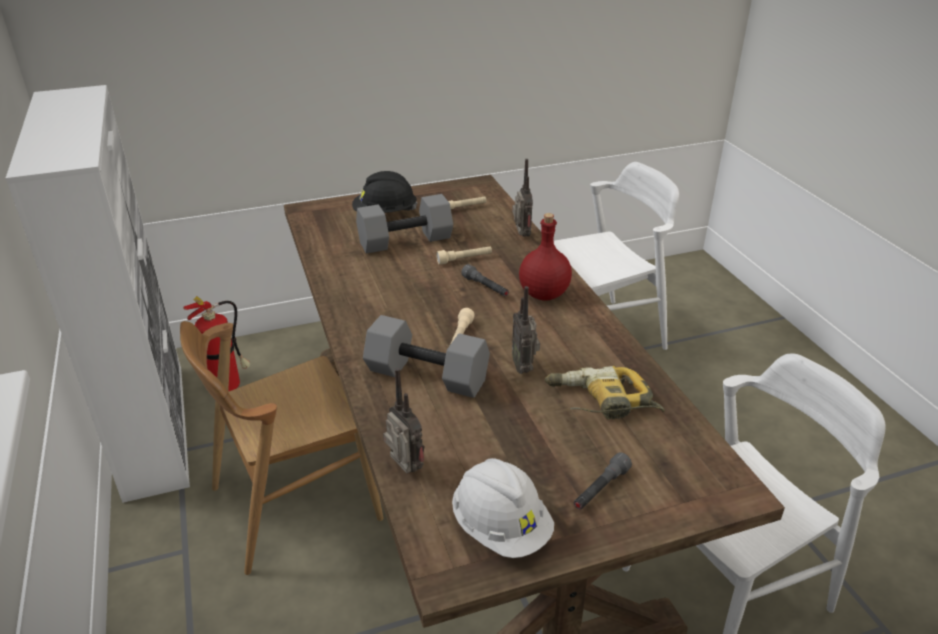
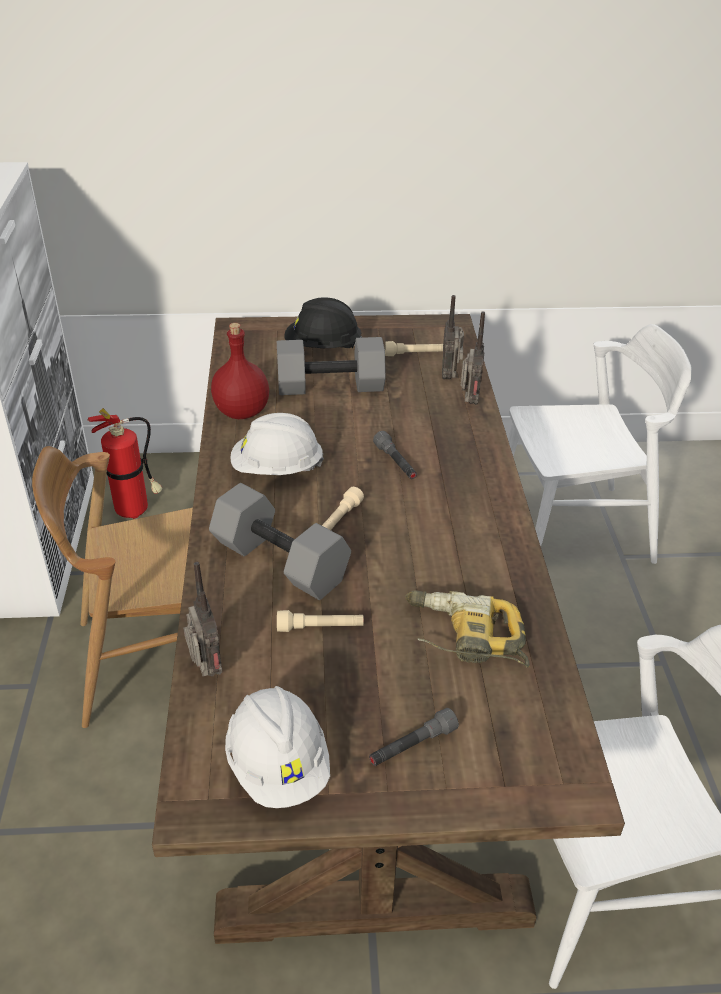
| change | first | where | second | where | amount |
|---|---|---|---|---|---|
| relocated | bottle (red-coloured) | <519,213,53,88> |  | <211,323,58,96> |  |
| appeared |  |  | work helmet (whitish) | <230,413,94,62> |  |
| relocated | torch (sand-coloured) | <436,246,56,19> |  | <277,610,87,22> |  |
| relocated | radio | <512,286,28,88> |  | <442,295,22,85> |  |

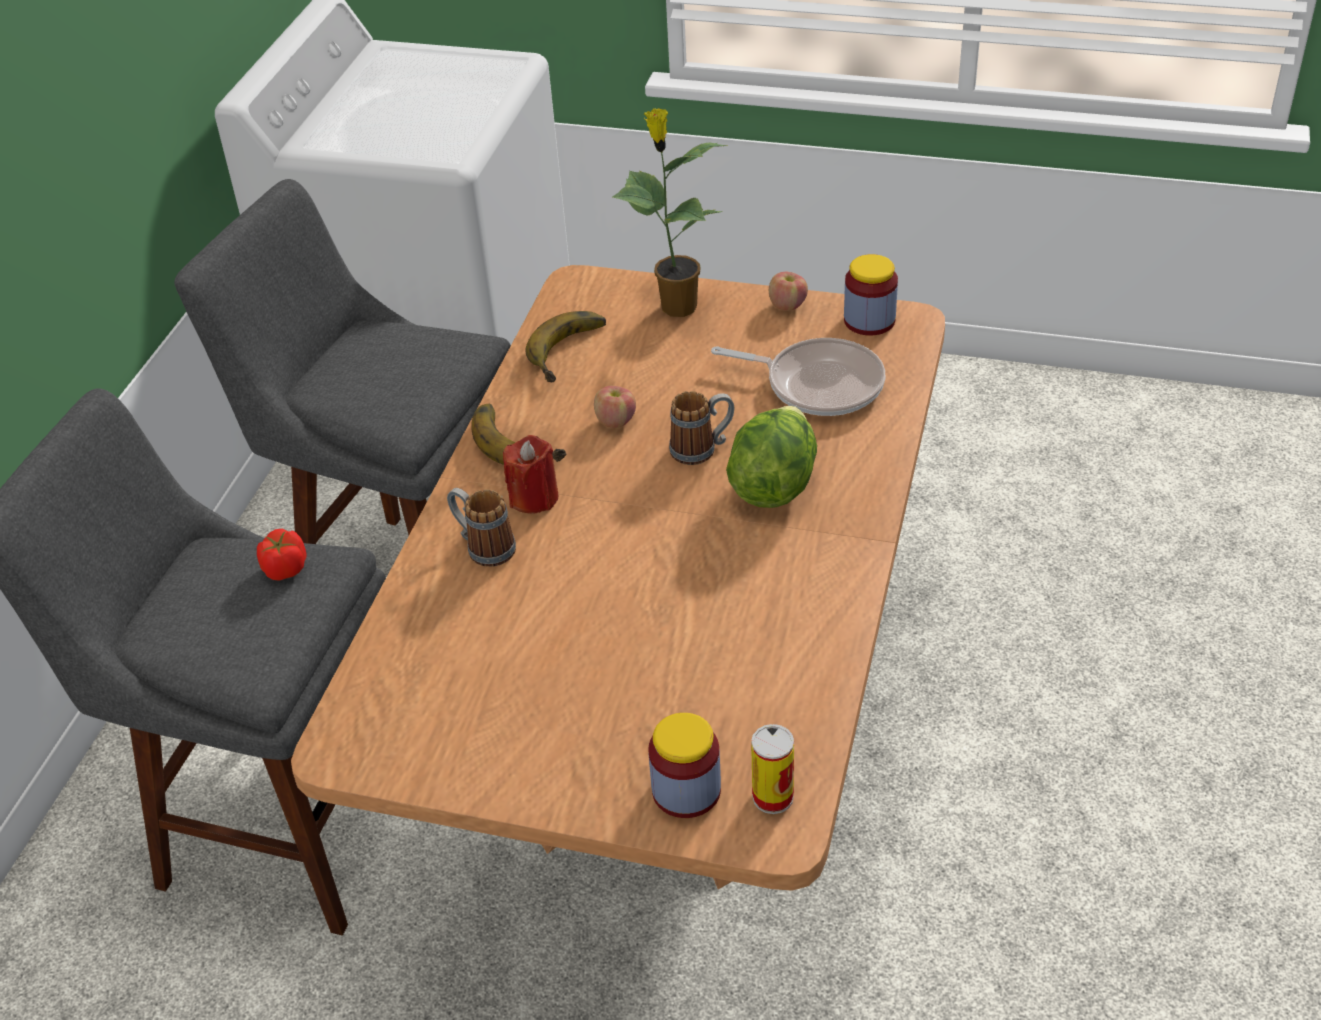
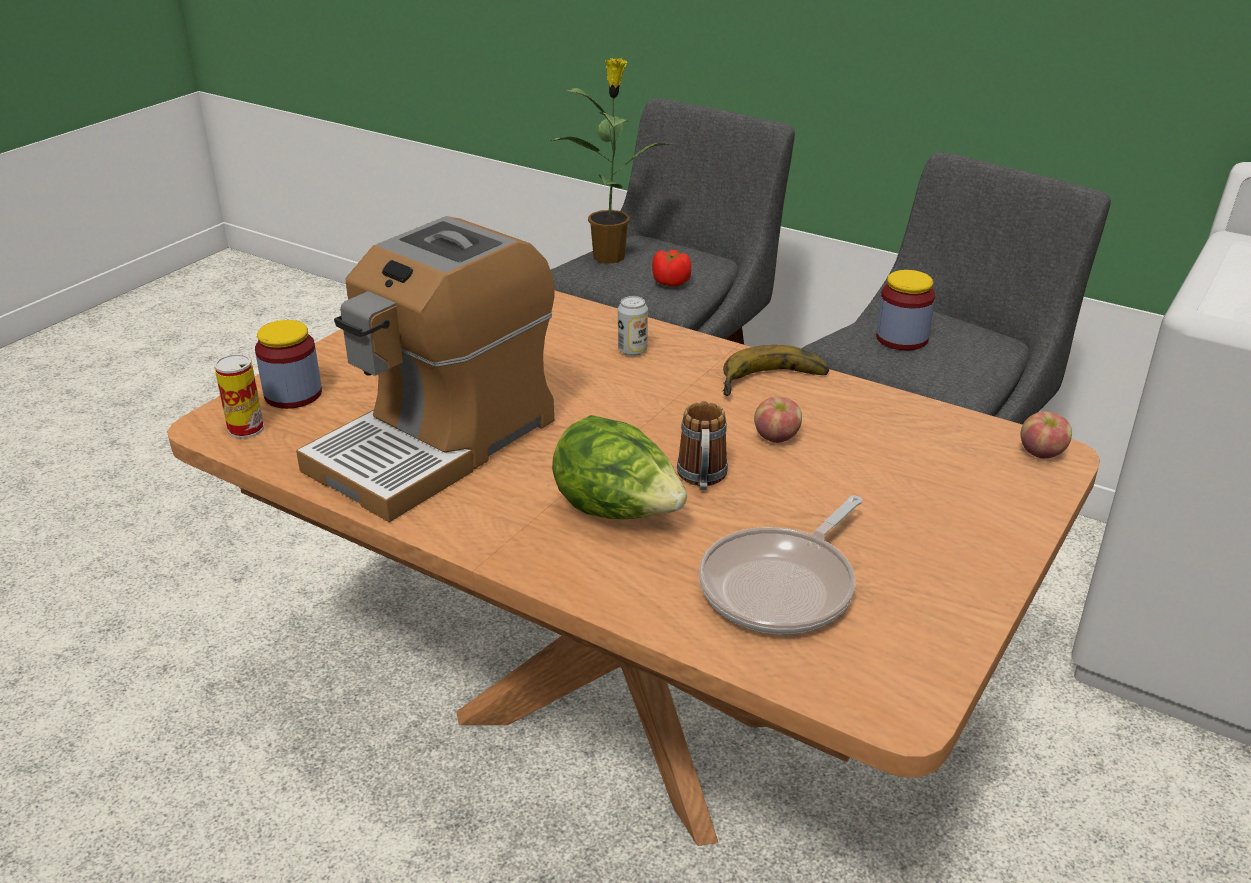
| change | first | where | second | where | amount |
|---|---|---|---|---|---|
| appeared |  |  | coffee maker | <296,216,259,306> |  |
| relocated | houseplant | <612,108,116,209> |  | <549,58,122,206> |  |
| exchanged | tea mug | <447,488,69,79> | metal can | <618,296,30,60> |  |
| relocated | jar | <844,254,54,82> |  | <876,270,59,80> |  |
| relocated | apple | <769,272,39,39> |  | <1021,412,51,47> |  |
| missing | candle (red-coloured) | <503,435,55,79> |  |  |  |
| missing | banana fruit | <525,311,81,71> |  |  |  |

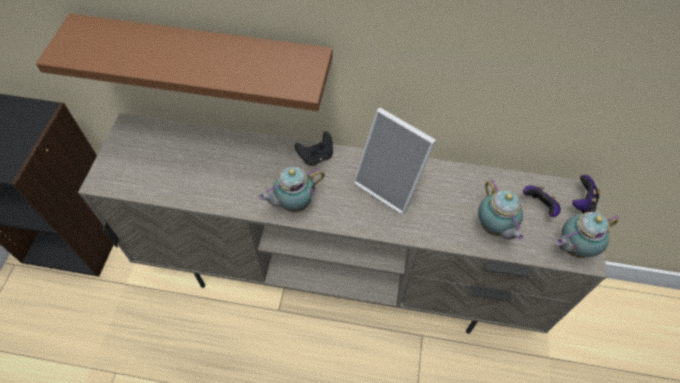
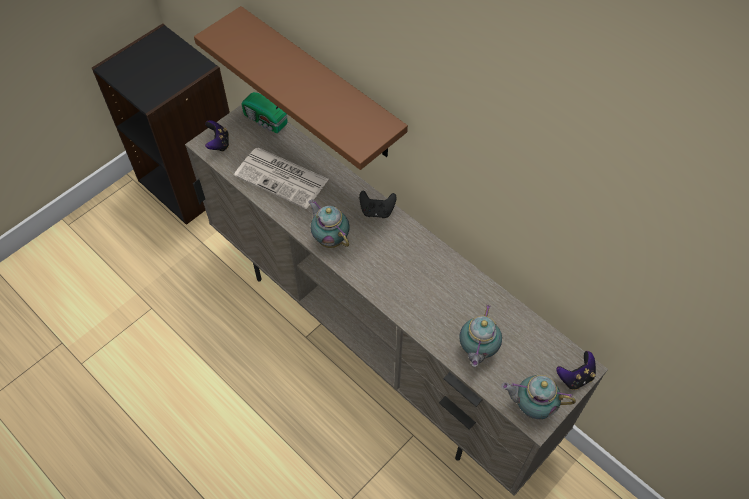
| change | first | where | second | where | amount |
|---|---|---|---|---|---|
| relocated | gamepad | <523,185,38,32> |  | <205,120,24,32> |  |
| appeared |  |  | daily paper | <234,148,95,61> |  |
| appeared |  |  | radio | <241,92,47,41> |  |
| spun | tea pot | <258,167,67,45> |  | <308,200,42,48> | 45 degrees clockwise |
| missing | standing frame | <353,108,83,107> |  |  |  |

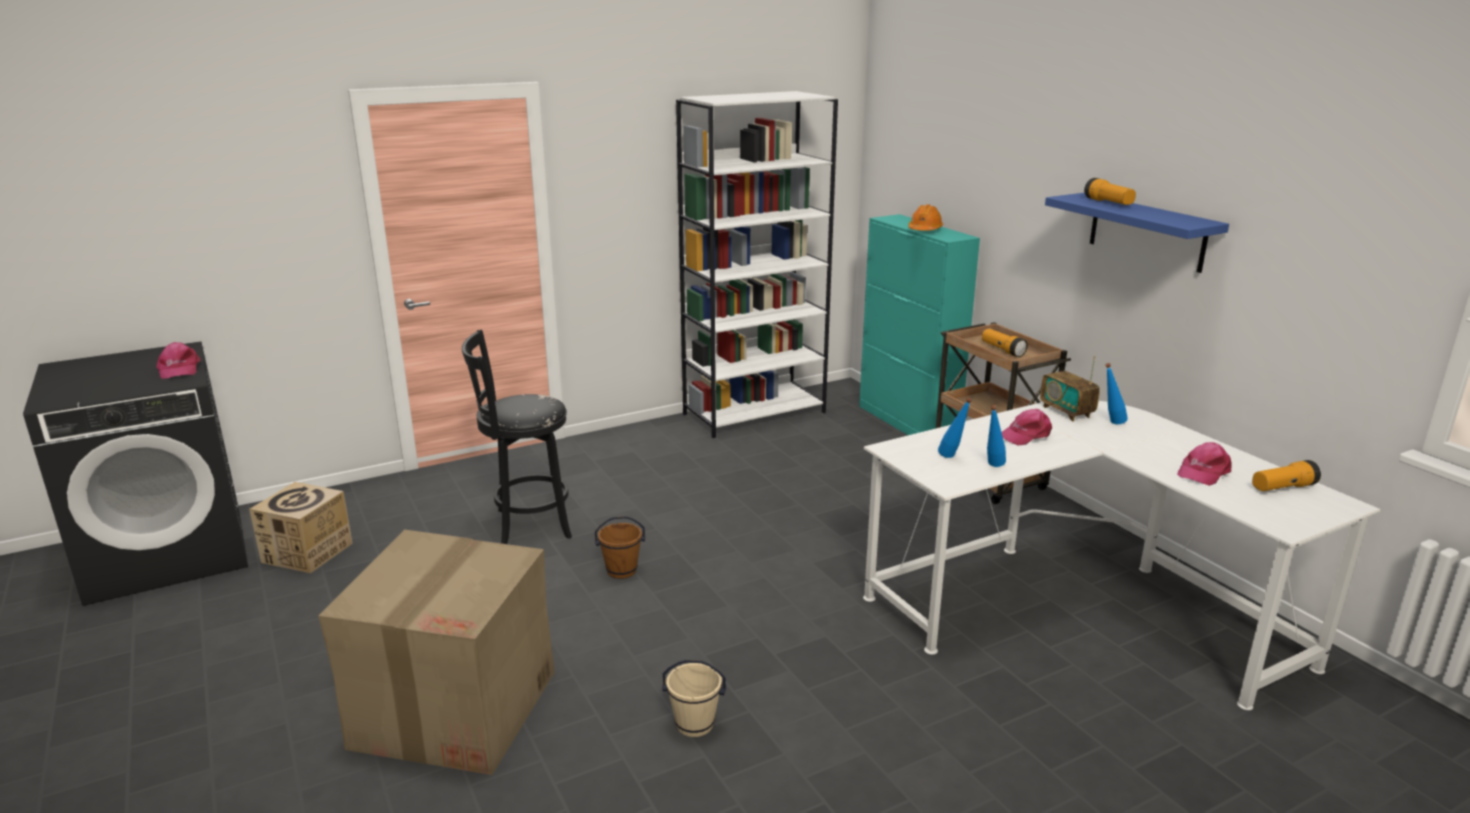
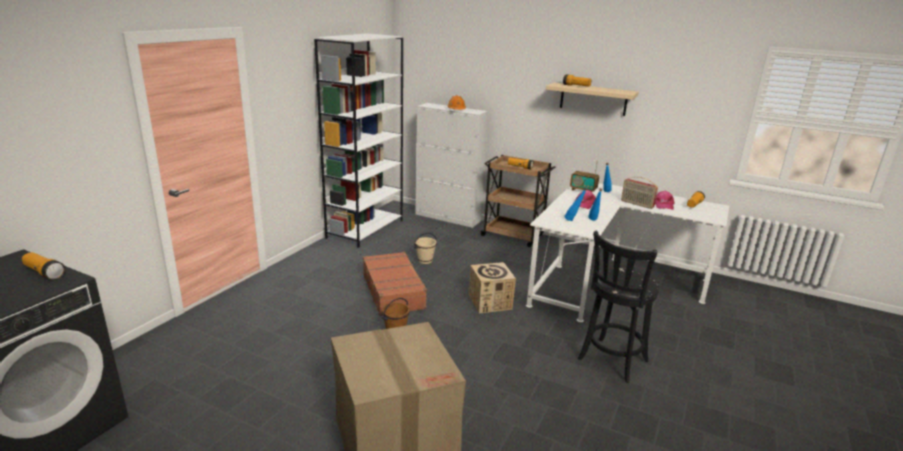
| change | first | where | second | where | amount |
|---|---|---|---|---|---|
| exchanged | peaked cap (pink-coloured) | <156,342,45,37> | torch | <22,252,43,28> |  |
| appeared |  |  | piece of luggage (brownish) | <363,252,65,64> |  |
| relocated | pail (sand-coloured) | <662,660,64,77> |  | <414,233,23,31> |  |
| colour | cupboard (turquoise) | <859,214,121,221> | cupboard (whitish) | <415,103,73,125> |  |
| relocated | cardboard box | <249,482,104,91> |  | <469,262,47,52> |  |
| colour | shelf (blue) | <1045,193,184,80> | shelf (sand-coloured) | <546,83,93,33> |  |
| relocated | stool (black-coloured) | <462,329,110,215> |  | <578,231,81,152> |  |
| appeared |  |  | radio | <621,177,37,32> |  |

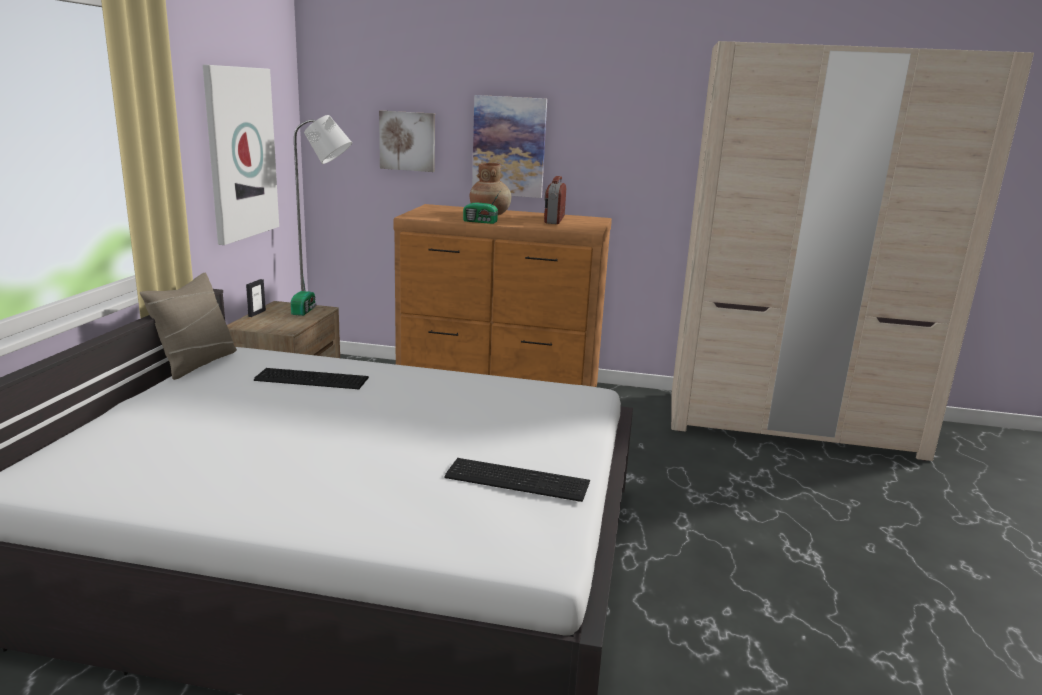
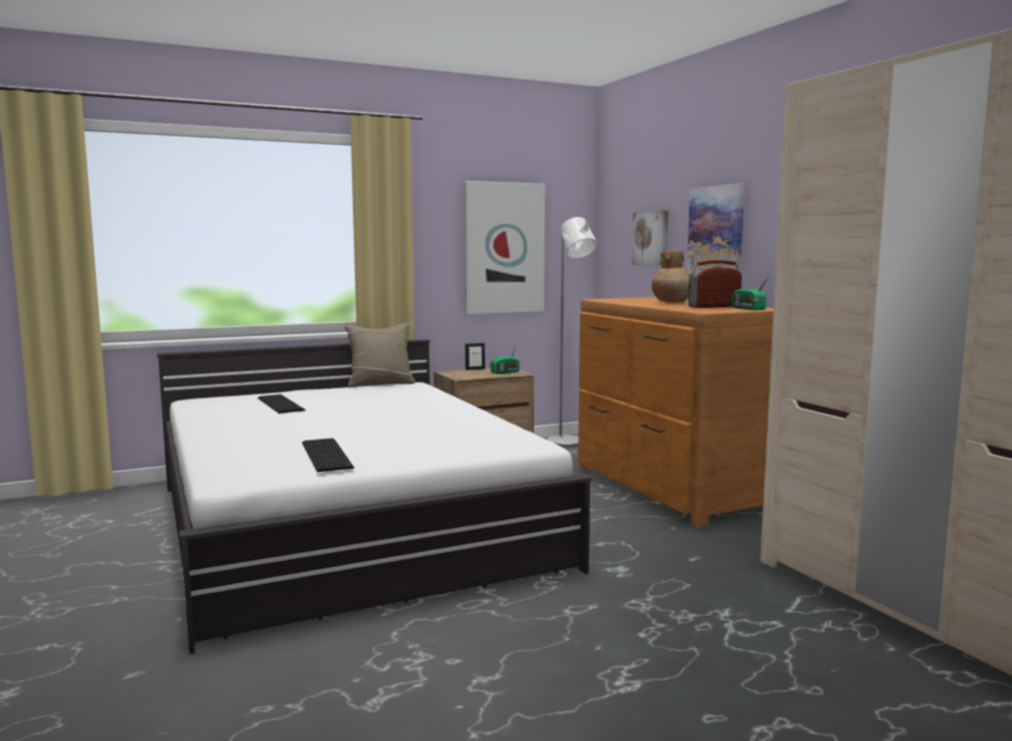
| change | first | where | second | where | amount |
|---|---|---|---|---|---|
| relocated | PC keyboard | <254,368,115,21> |  | <258,394,47,19> |  |
| relocated | radio | <463,190,38,34> |  | <732,274,38,36> |  |

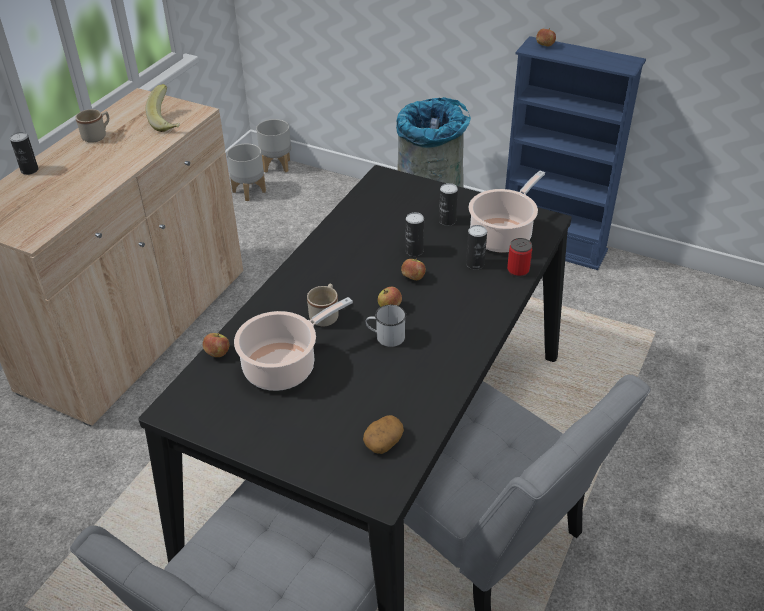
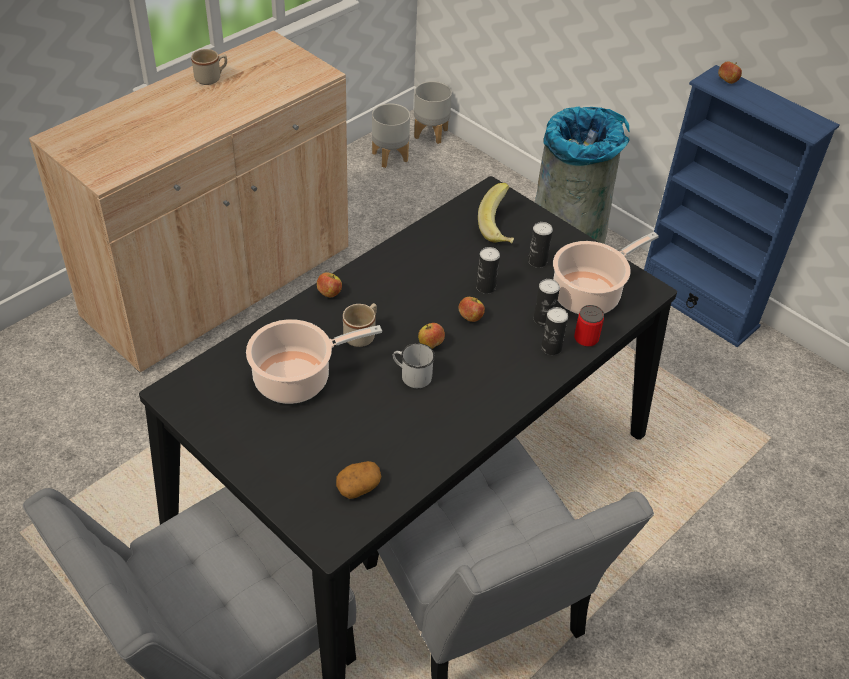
| change | first | where | second | where | amount |
|---|---|---|---|---|---|
| relocated | apple | <203,333,26,24> |  | <317,273,25,24> |  |
| relocated | banana fruit | <146,84,34,48> |  | <478,183,36,61> |  |
| relocated | metal can | <10,132,28,43> |  | <541,307,27,48> |  |

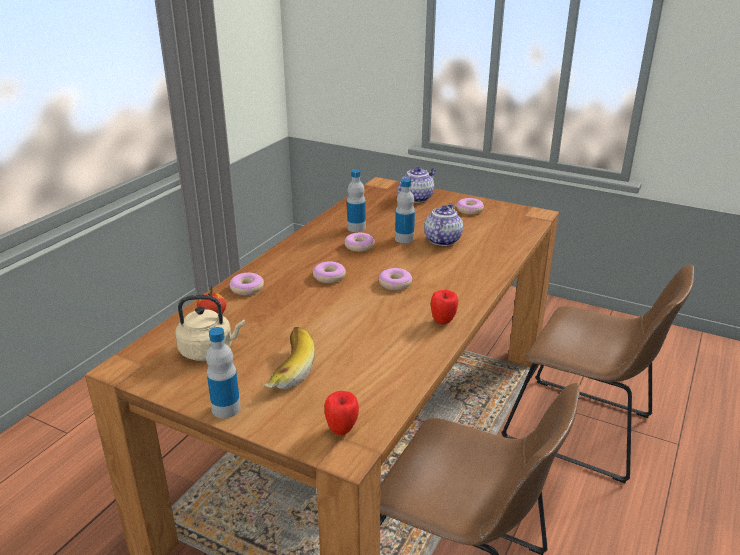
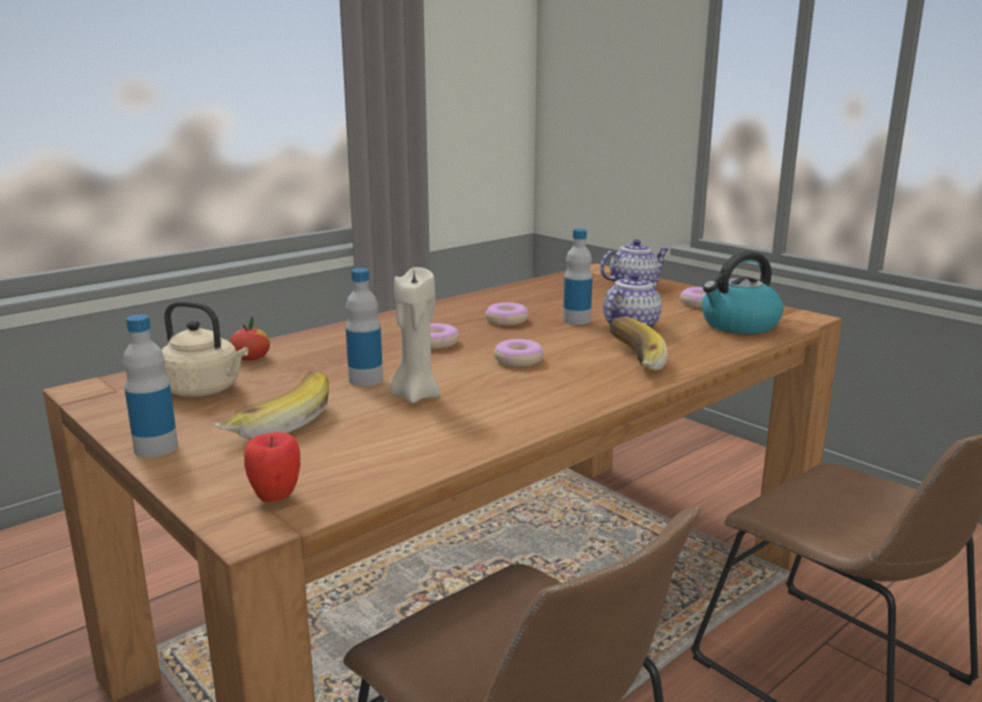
| change | first | where | second | where | amount |
|---|---|---|---|---|---|
| relocated | bottle | <347,169,19,63> |  | <346,268,37,118> |  |
| appeared |  |  | candle (sand-coloured) | <390,267,50,136> |  |
| appeared |  |  | banana fruit | <609,317,59,54> |  |
| appeared |  |  | tea kettle | <702,251,82,83> |  |
| missing | donut | <230,273,34,22> |  |  |  |
| missing | apple | <431,290,27,34> |  |  |  |

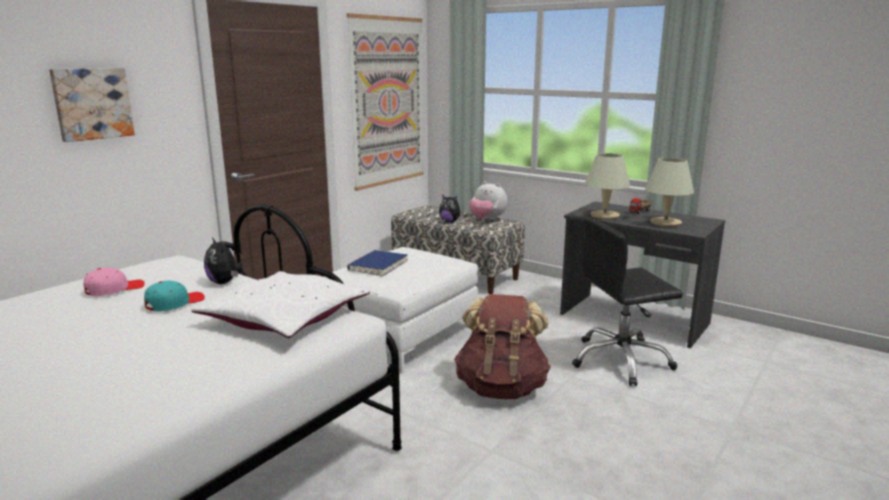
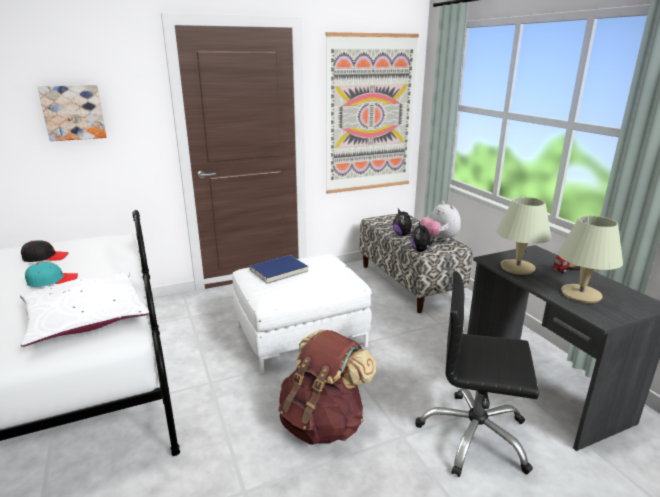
| change | first | where | second | where | amount |
|---|---|---|---|---|---|
| colour | peaked cap (pink-coloured) | <83,268,62,28> | peaked cap (black-coloured) | <21,240,47,22> |  |
| relocated | cuddly toy | <204,237,38,47> |  | <411,222,23,30> |  |

